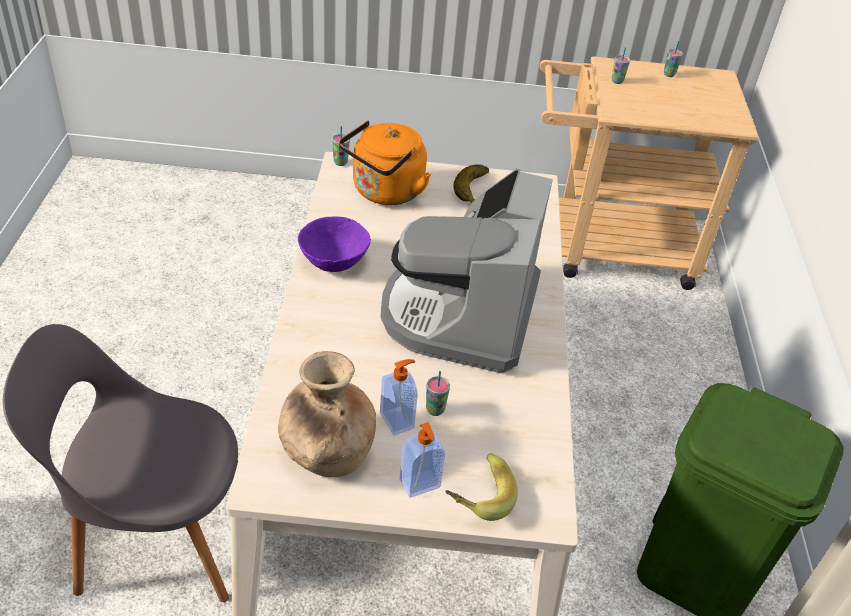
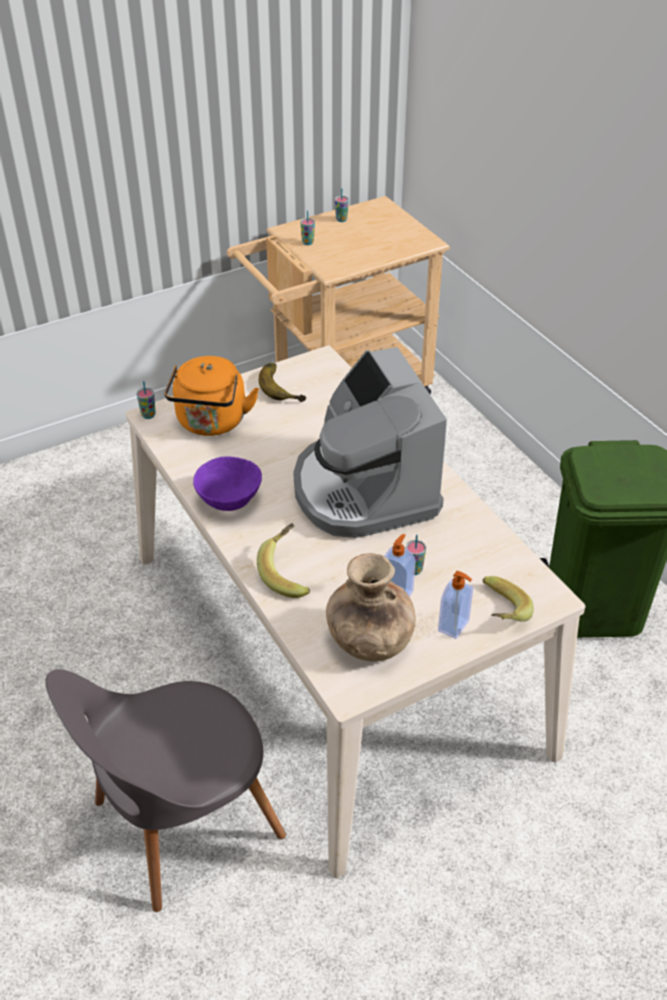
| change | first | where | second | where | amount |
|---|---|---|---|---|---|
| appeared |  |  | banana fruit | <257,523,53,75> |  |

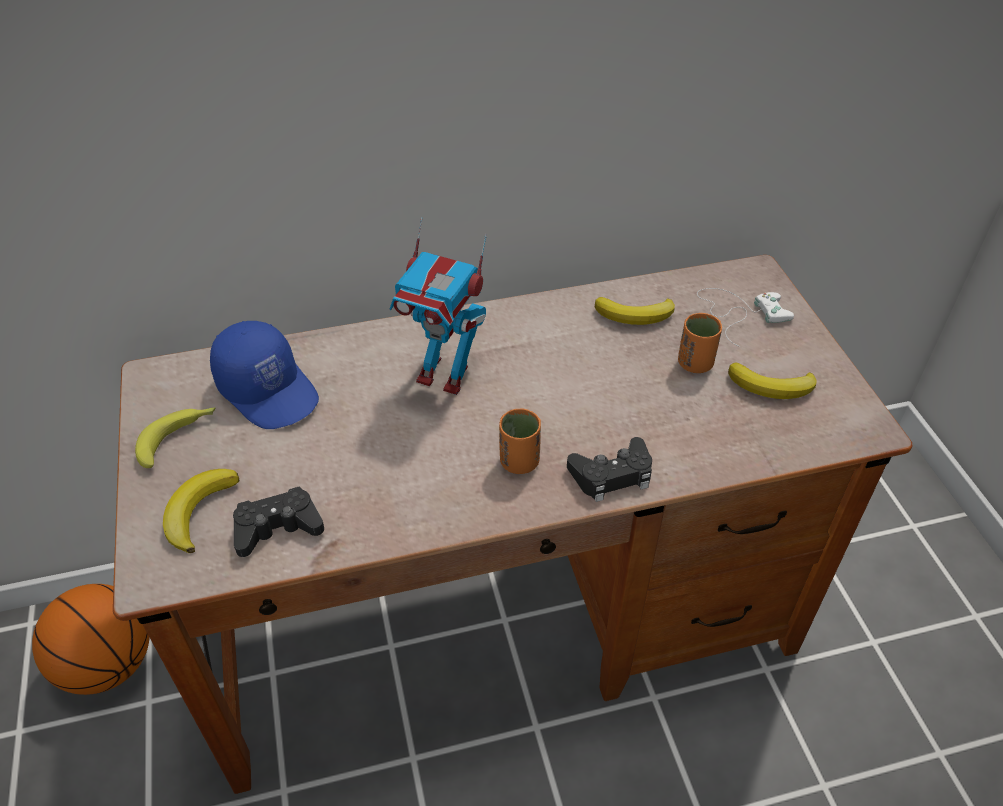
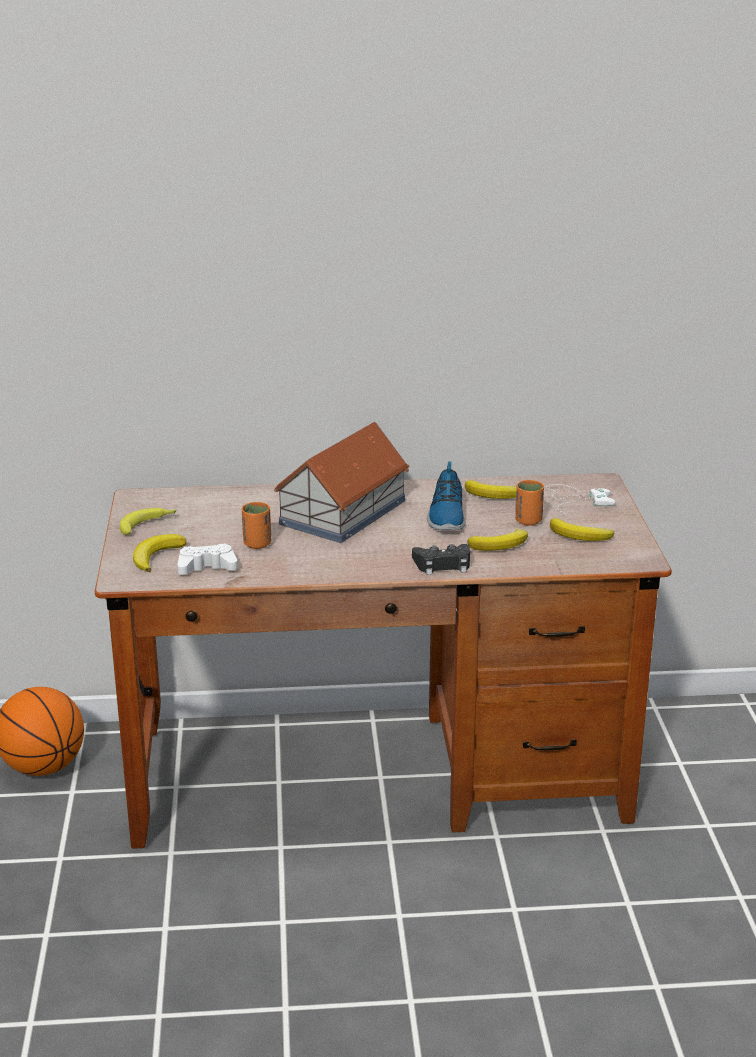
| change | first | where | second | where | amount |
|---|---|---|---|---|---|
| colour | gamepad (black-coloured) | <233,487,91,70> | gamepad (whitish) | <177,543,61,32> |  |
| relocated | small cup (orange-coloured) | <499,408,42,66> |  | <242,502,29,47> |  |
| exchanged | model robot | <390,217,97,178> | toy house | <274,422,135,121> |  |
| appeared |  |  | low shoe | <427,461,39,69> |  |
| appeared |  |  | banana fruit | <467,529,61,22> |  |
| missing | peaked cap (blue) | <210,321,109,108> |  |  |  |

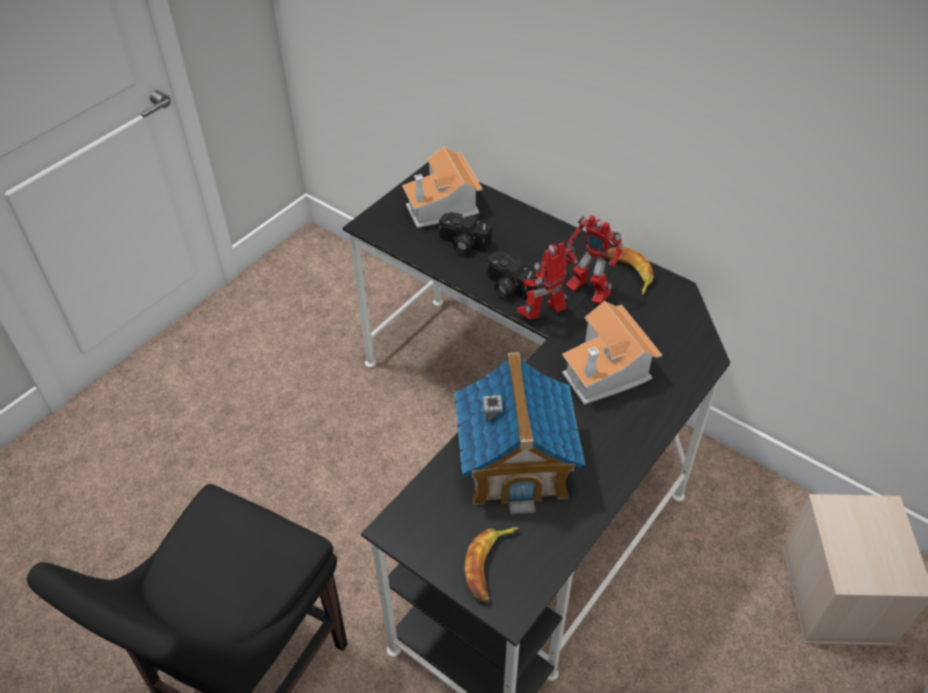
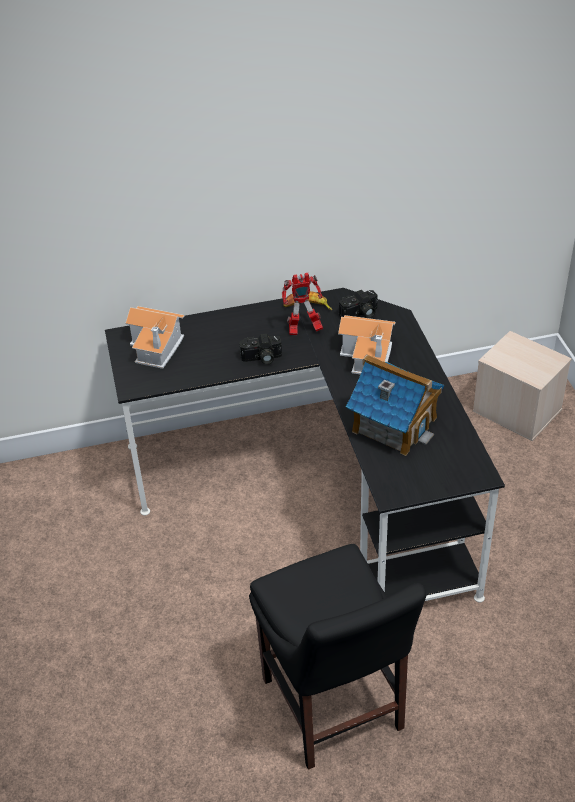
| change | first | where | second | where | amount |
|---|---|---|---|---|---|
| relocated | still camera | <438,212,53,42> |  | <339,290,39,28> |  |
| missing | banana fruit | <465,527,54,76> |  |  |  |
| missing | model robot | <517,242,61,77> |  |  |  |

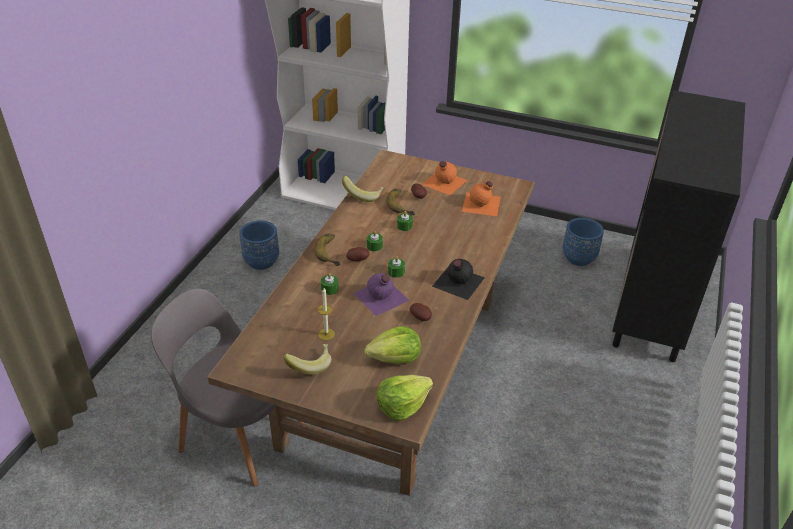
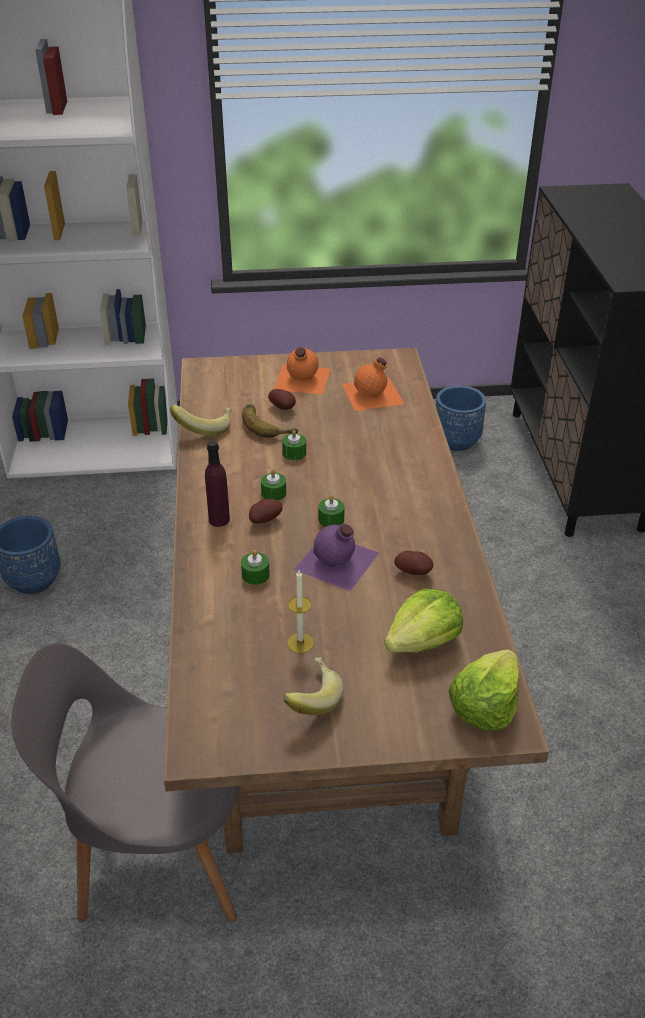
| change | first | where | second | where | amount |
|---|---|---|---|---|---|
| exchanged | banana fruit | <314,234,27,32> | bottle (purple-coloured) | <205,440,25,87> |  |
| missing | bottle (black-coloured) | <432,259,53,41> |  |  |  |

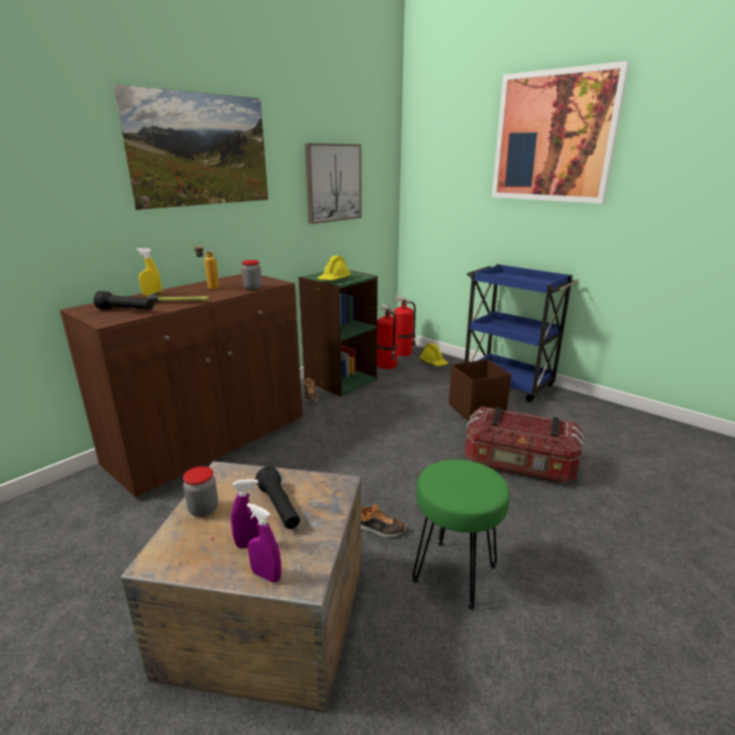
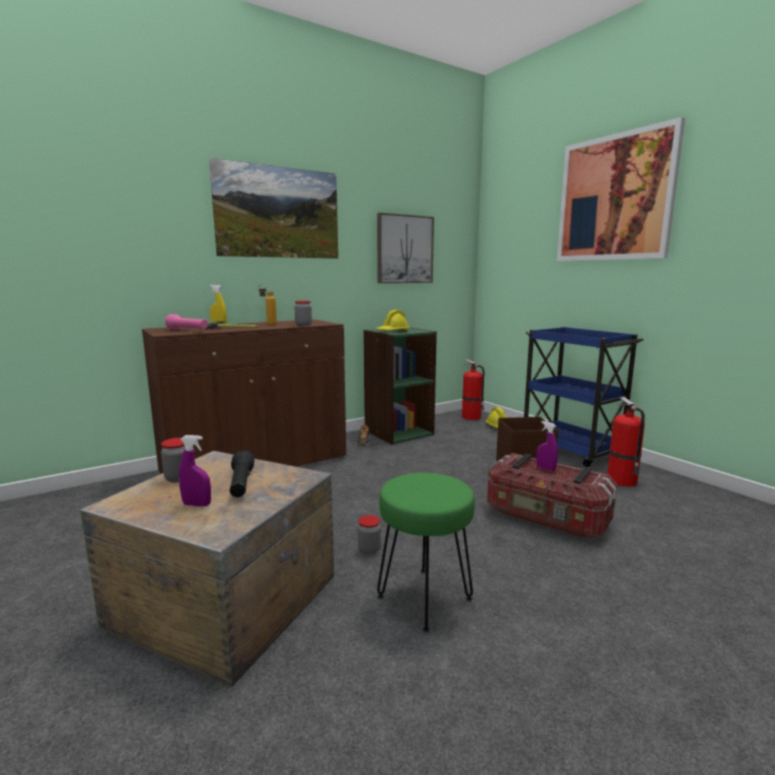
| change | first | where | second | where | amount |
|---|---|---|---|---|---|
| colour | torch (black-coloured) | <93,291,61,19> | torch (pink-coloured) | <165,314,43,16> |  |
| exchanged | low shoe | <361,505,46,32> | jar | <358,515,23,40> |  |
| relocated | spray bottle (purple-coloured) | <247,503,34,80> |  | <537,421,21,50> |  |
| relocated | fire extinguisher | <377,303,21,66> |  | <607,397,38,90> |  |

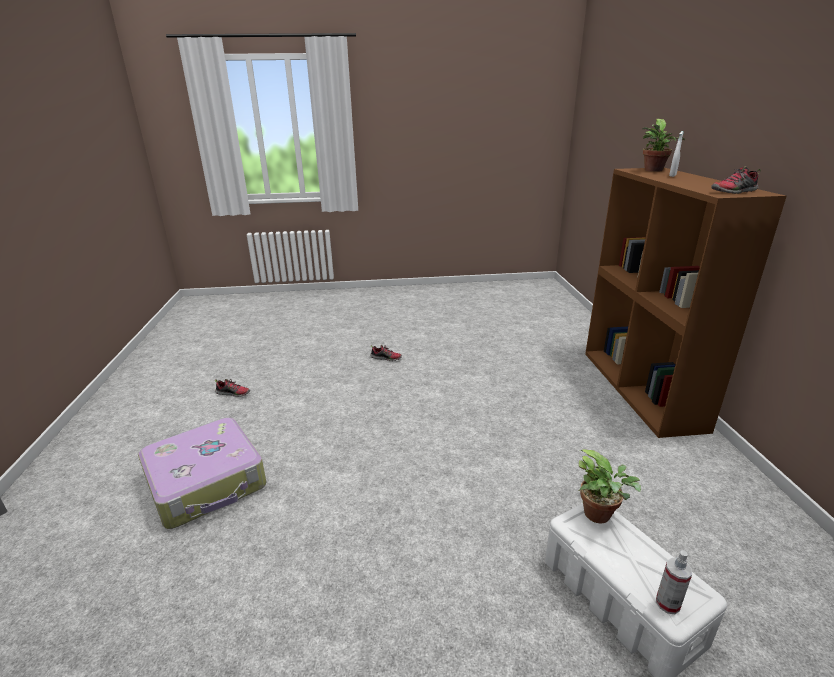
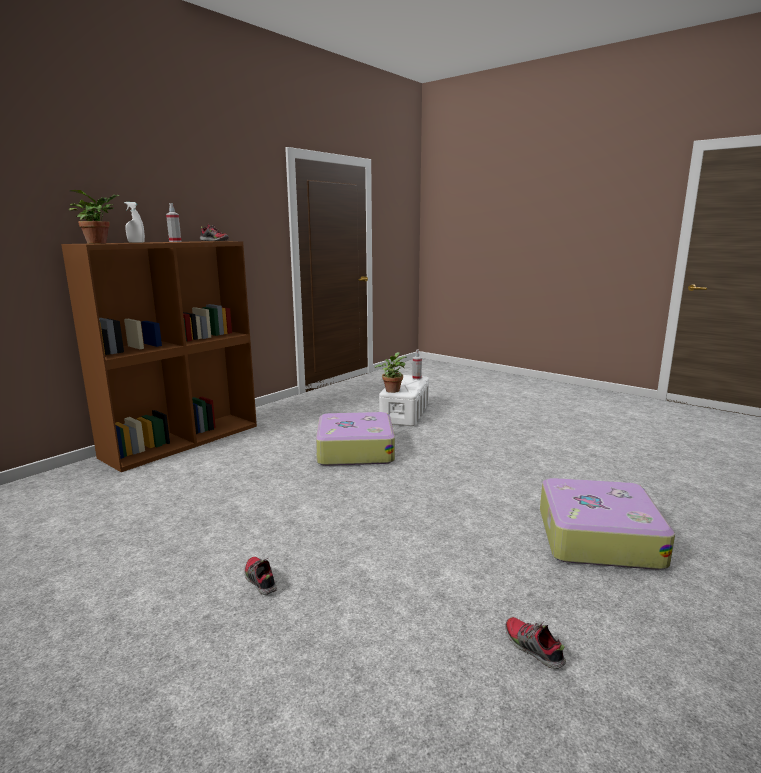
| change | first | where | second | where | amount |
|---|---|---|---|---|---|
| appeared |  |  | spray bottle | <166,203,15,39> |  |
| appeared |  |  | piece of luggage | <316,412,79,54> |  |

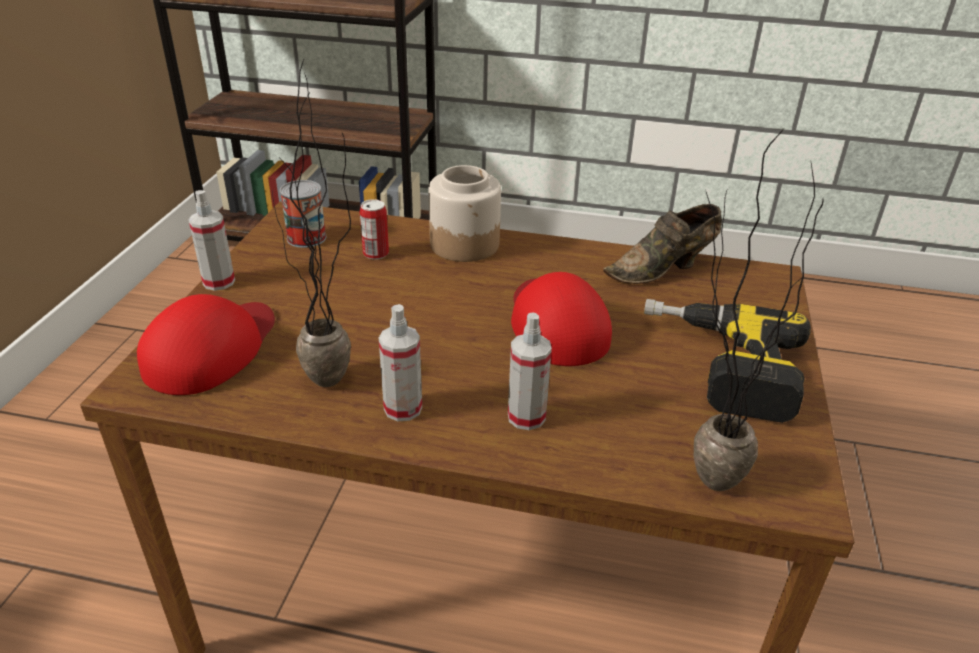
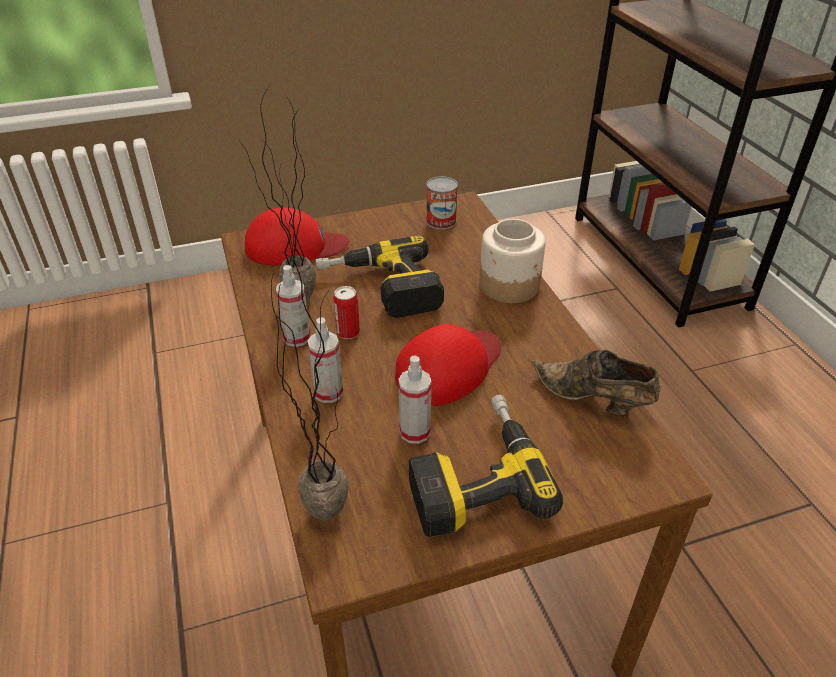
| change | first | where | second | where | amount |
|---|---|---|---|---|---|
| appeared |  |  | power drill | <315,235,129,83> |  |
| relocated | metal can | <360,199,29,61> |  | <333,286,27,53> |  |
| relocated | spray bottle | <188,190,47,101> |  | <398,356,33,88> |  |

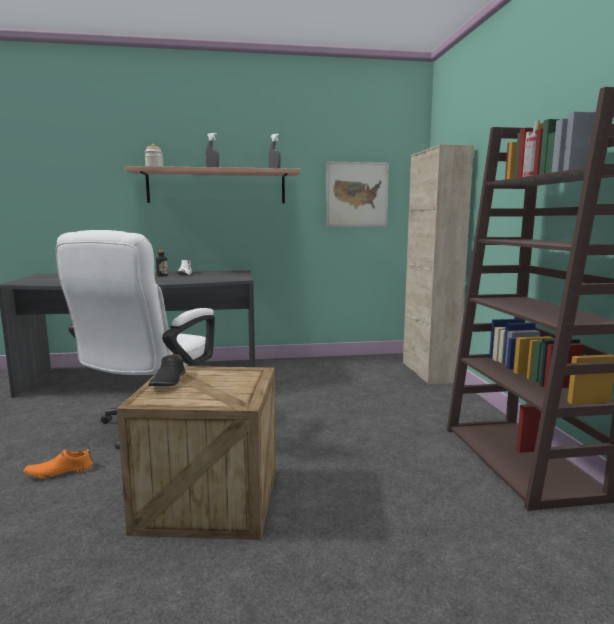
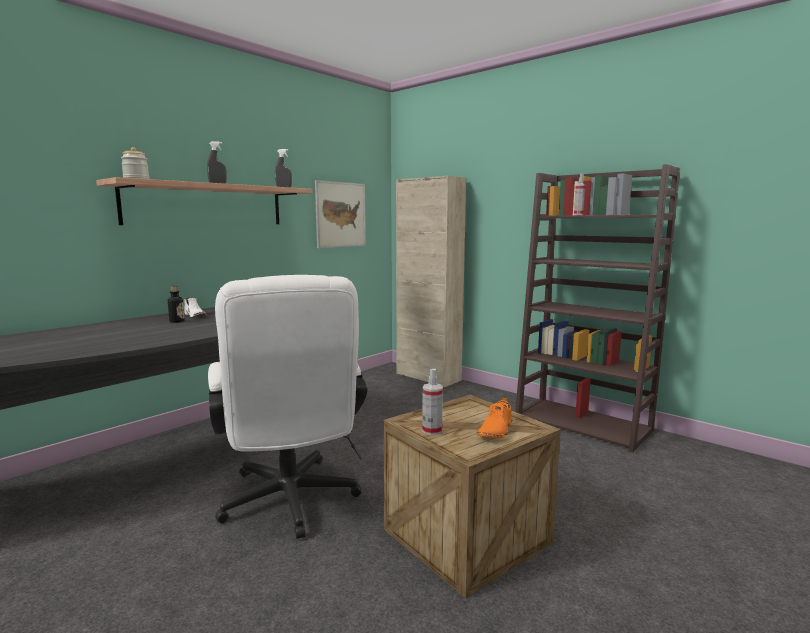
| change | first | where | second | where | amount |
|---|---|---|---|---|---|
| exchanged | low shoe (black-coloured) | <148,351,38,35> | spray bottle | <422,369,21,66> |  |
| relocated | low shoe (orange-coloured) | <24,447,69,32> |  | <477,397,36,42> |  |

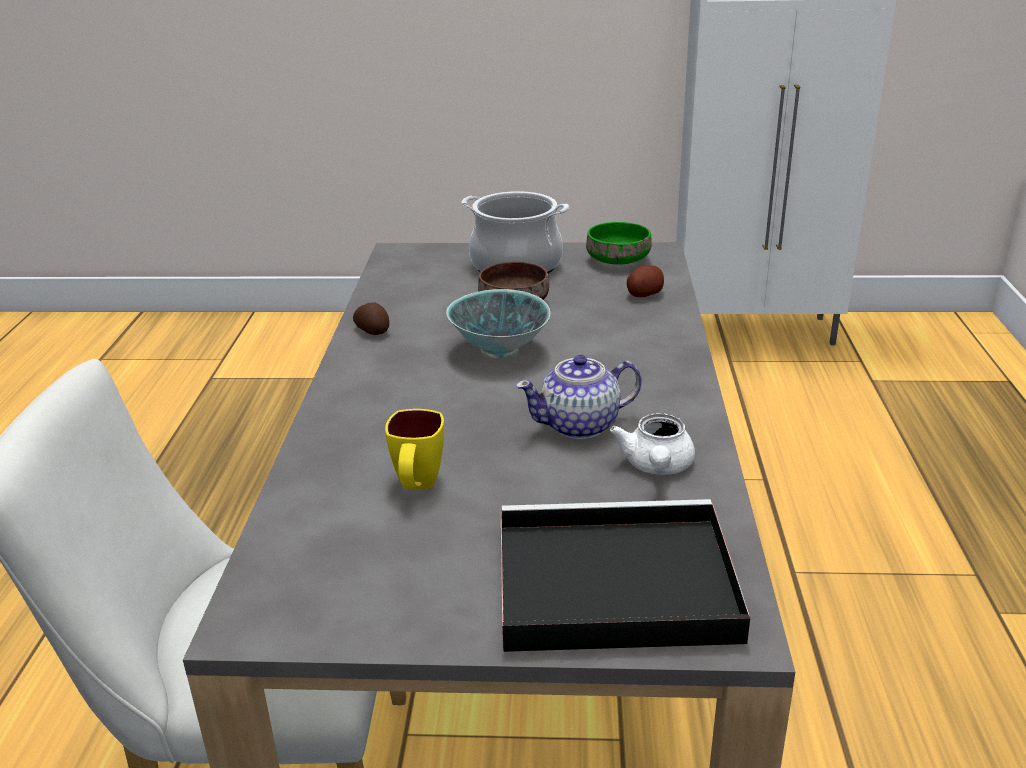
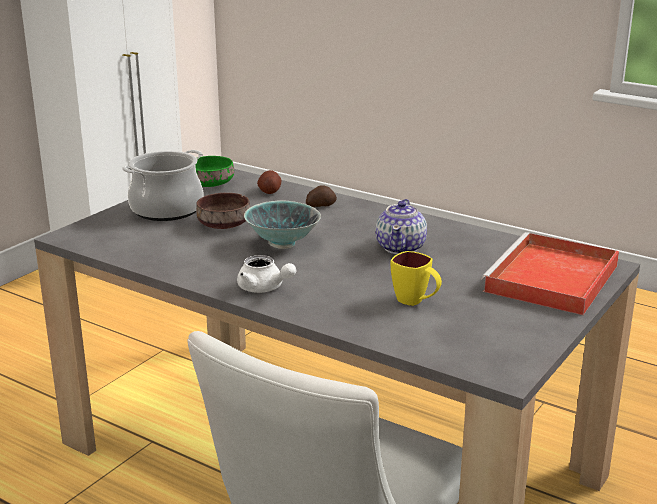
| change | first | where | second | where | amount |
|---|---|---|---|---|---|
| relocated | tea pot (whitish) | <610,413,85,62> |  | <237,255,59,38> |  |
| relocated | spud | <353,303,36,32> |  | <306,185,31,22> |  |
| colour | carrying tray (black-coloured) | <501,499,249,153> | carrying tray (red-coloured) | <481,232,138,83> |  |

